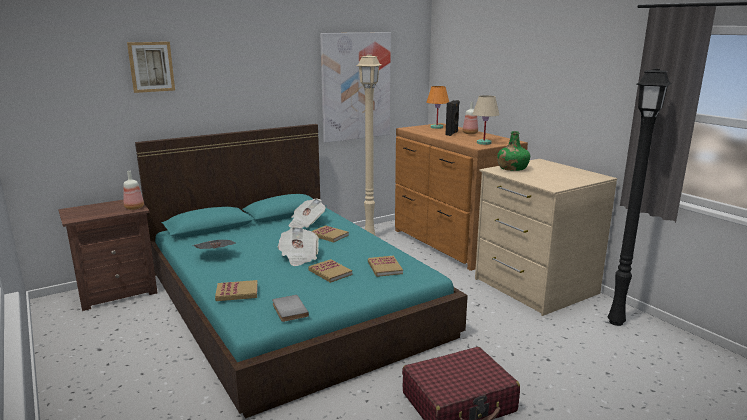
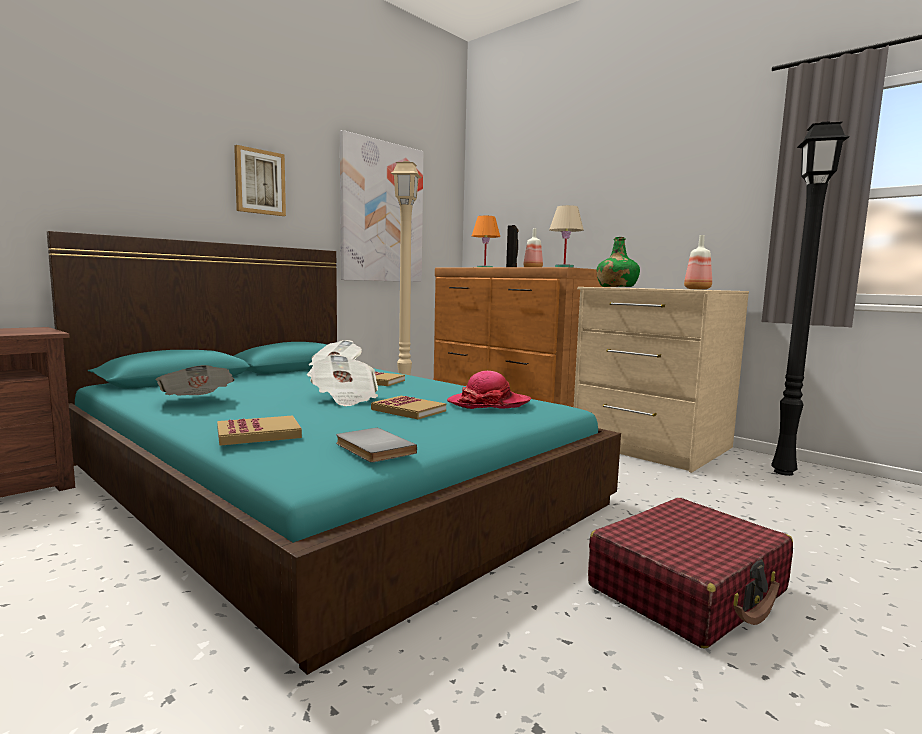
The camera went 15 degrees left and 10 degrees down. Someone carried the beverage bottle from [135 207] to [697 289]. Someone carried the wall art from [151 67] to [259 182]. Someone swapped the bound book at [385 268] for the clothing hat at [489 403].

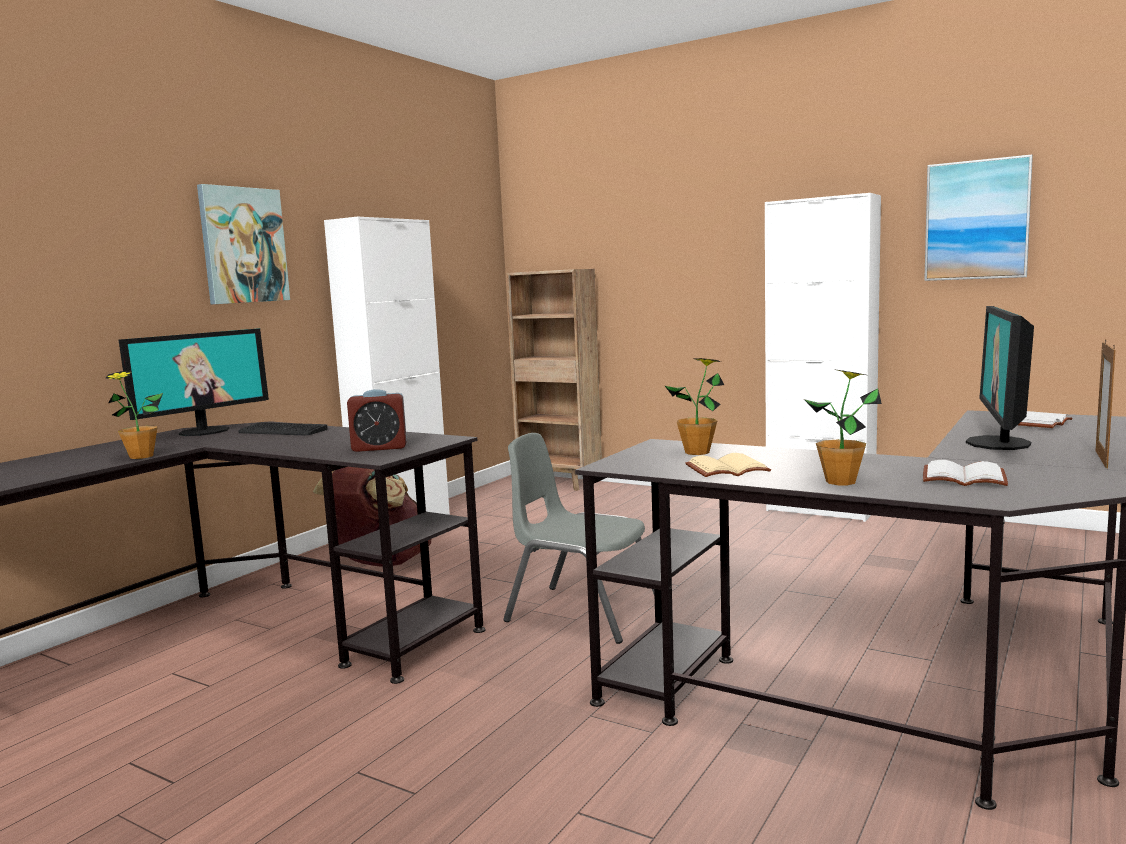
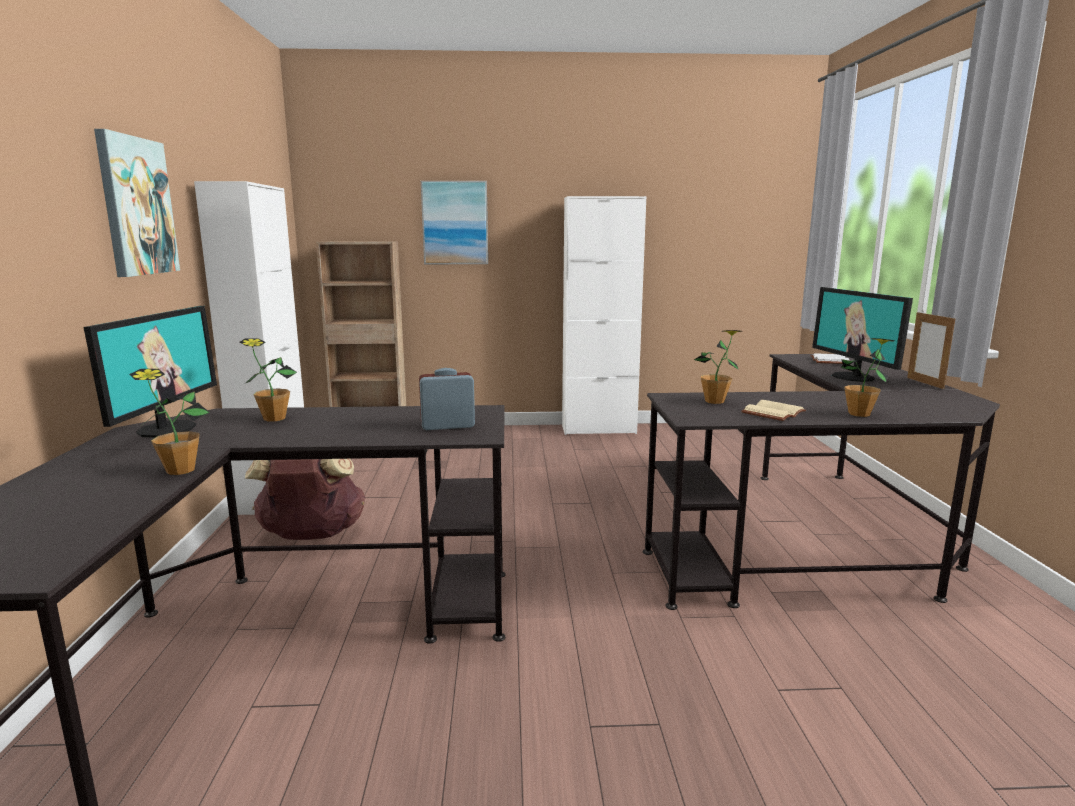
The camera went 35 degrees left and 5 degrees up. Someone swapped the computer keyboard at [282 431] for the houseplant at [274 418]. Someone rotated the bedside clock at [379 448] by 150 degrees counterclockwise. Someone took away the grey upright chair at [583 612]. Someone took away the white bound book at [962 478]. Someone carried the wall art from [977 220] to [455 223].

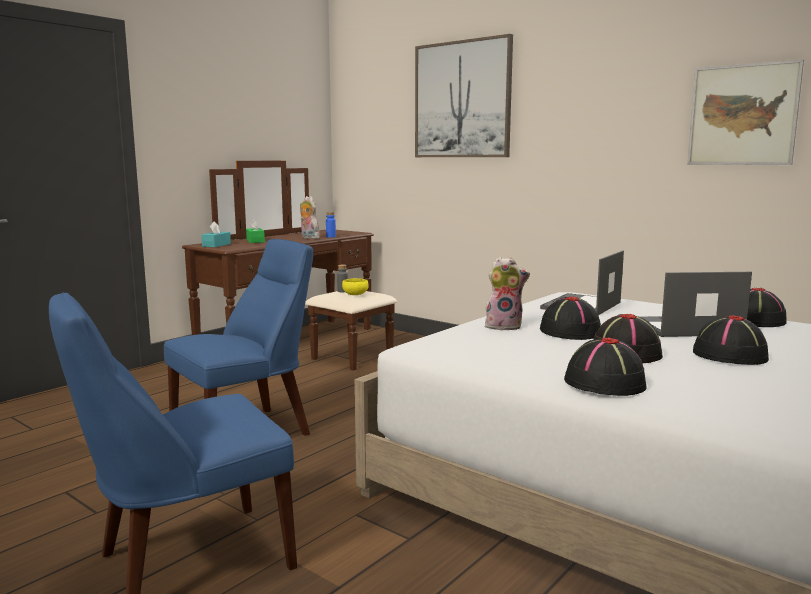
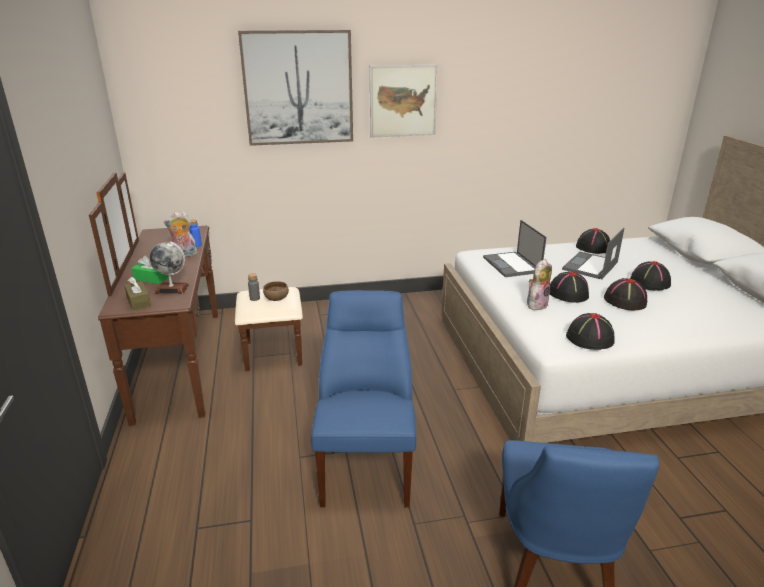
The camera went 50 degrees left and 15 degrees up. Someone repainted the blue-green box of tissues at [216 245], which became the brown box of tissues at [138 301]. Someone repainted the yellow deep dish at [355 294], which became the brown deep dish at [276 298]. Someone carried the black clothing hat from [604 383] to [589 338]. Someone carried the wall art from [742 115] to [403 101]. Someone put down the world globe at [172 289].

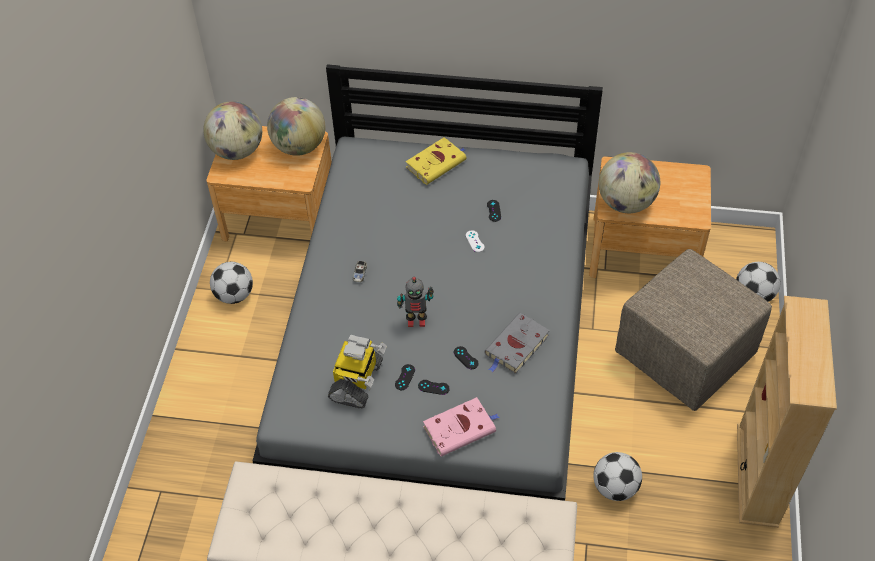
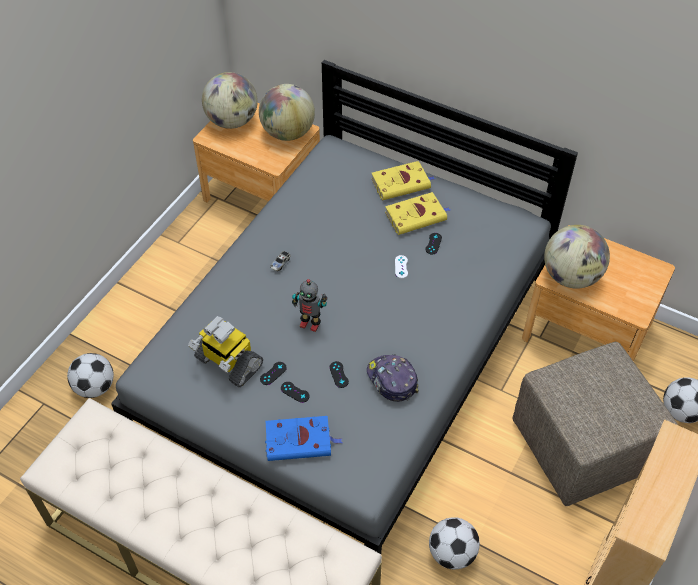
The camera went 20 degrees right and 0 degrees up. Someone carried the football ball from [234 295] to [95 387]. Someone rotated the model robot at [357 382] by 90 degrees clockwise. Someone repainted the pinkish bound book at [461 428], which became the bluish bound book at [300 440]. Someone swapped the grey bound book at [516 347] for the baseball cap at [391 380]. Someone put down the yellow bound book at [417 216].

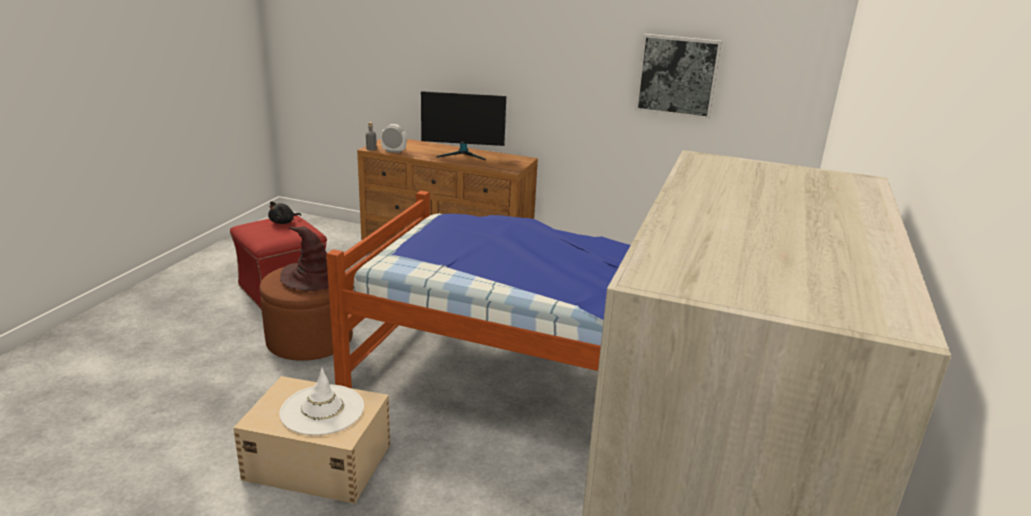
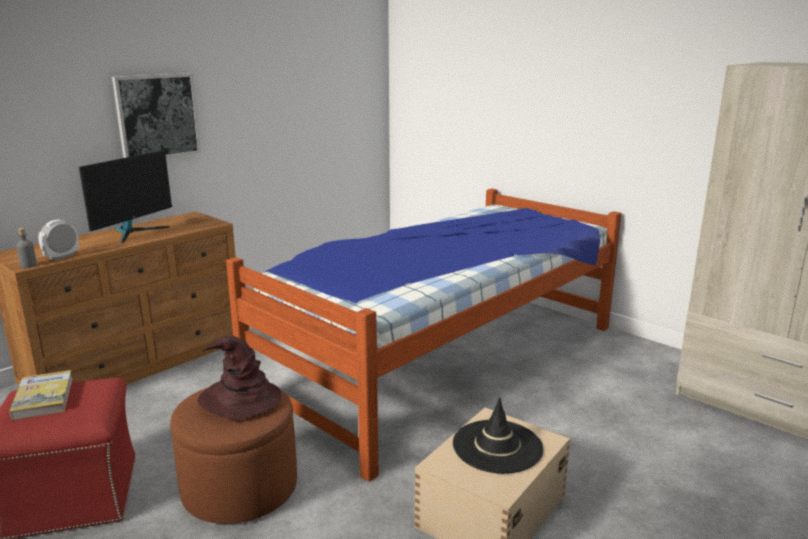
The camera went 65 degrees left and 5 degrees down. Someone swapped the black cuddly toy at [283 222] for the bound book at [43 398]. Someone repainted the white clothing hat at [322 410], which became the black clothing hat at [497 446]. Someone carried the wall art from [677 76] to [157 116].

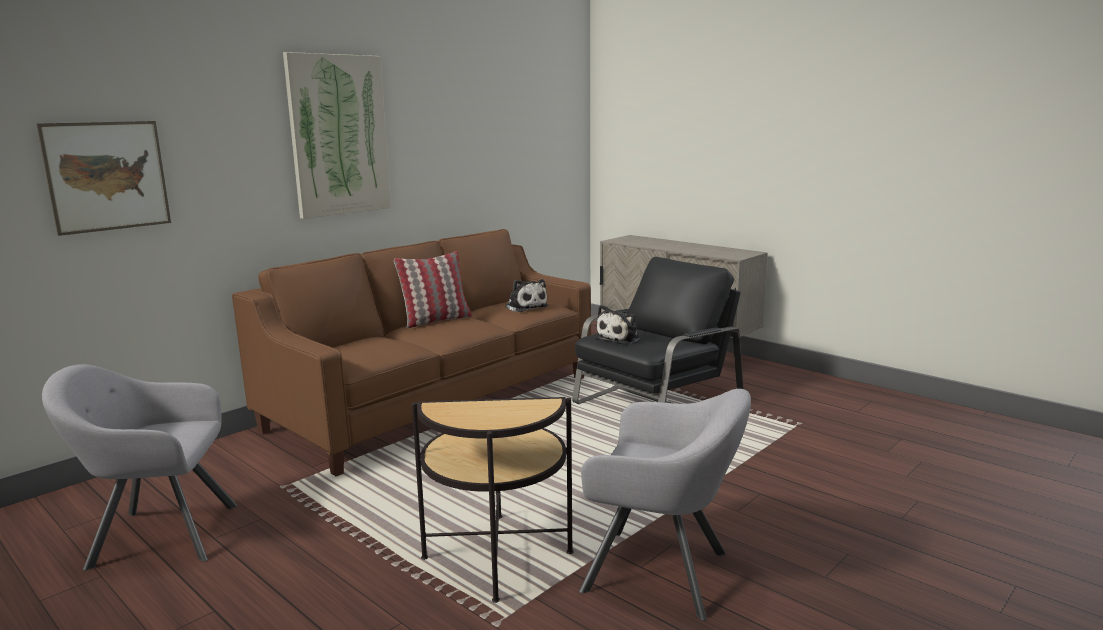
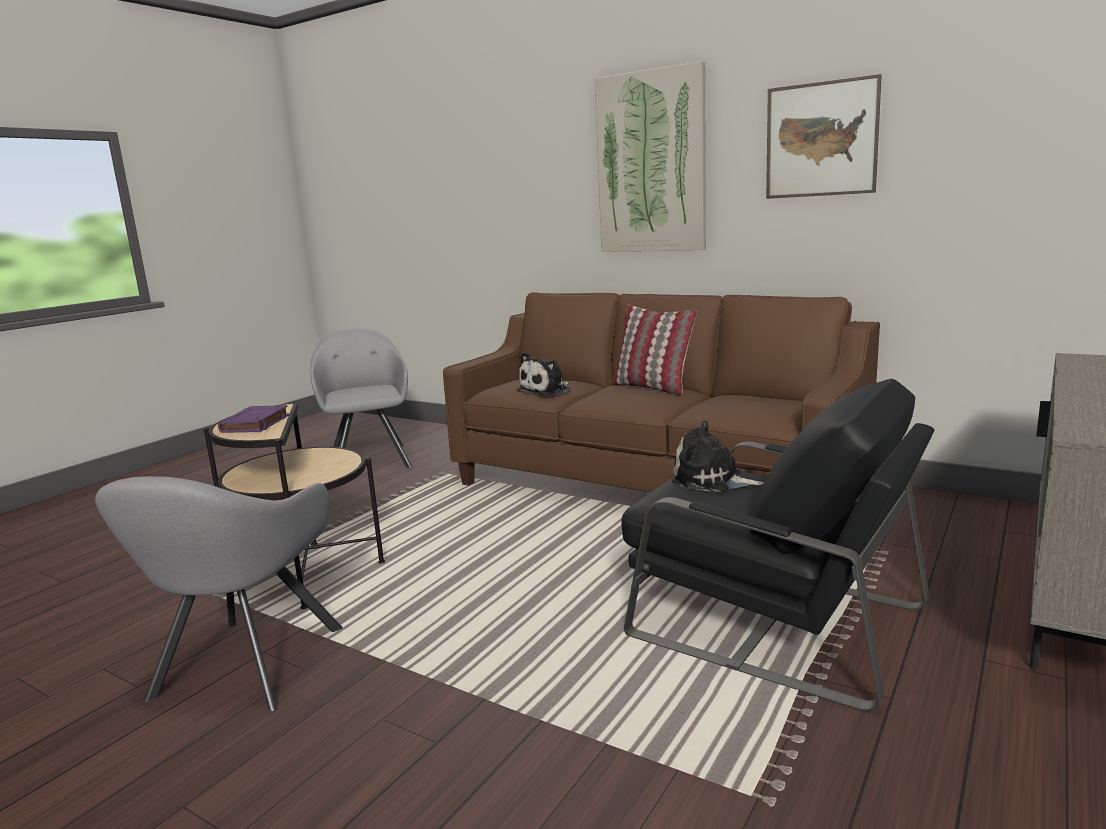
The camera went 80 degrees right and 0 degrees up. Someone carried the wall art from [107 176] to [821 140]. Someone carried the cuddly toy from [525 307] to [546 390]. Someone put down the purplish bound book at [255 424].

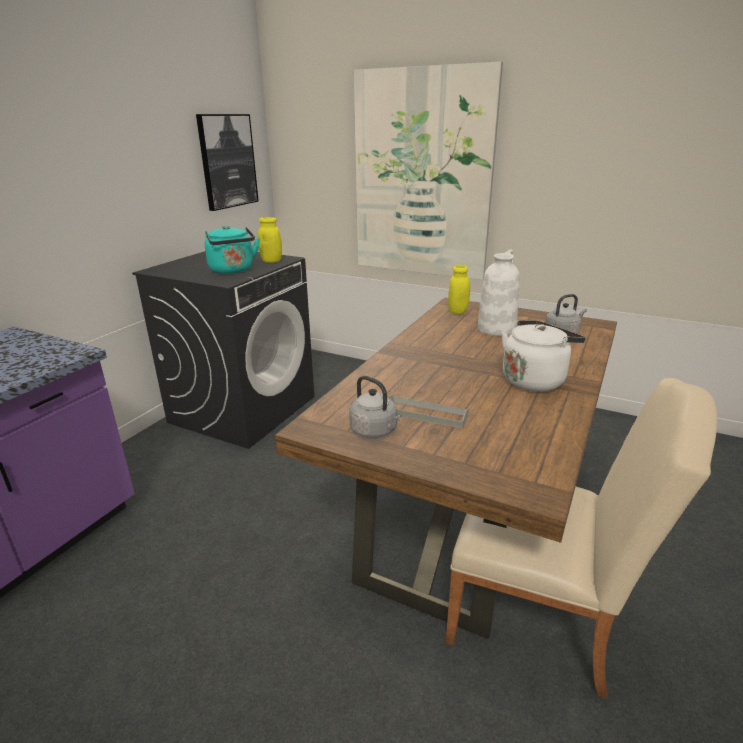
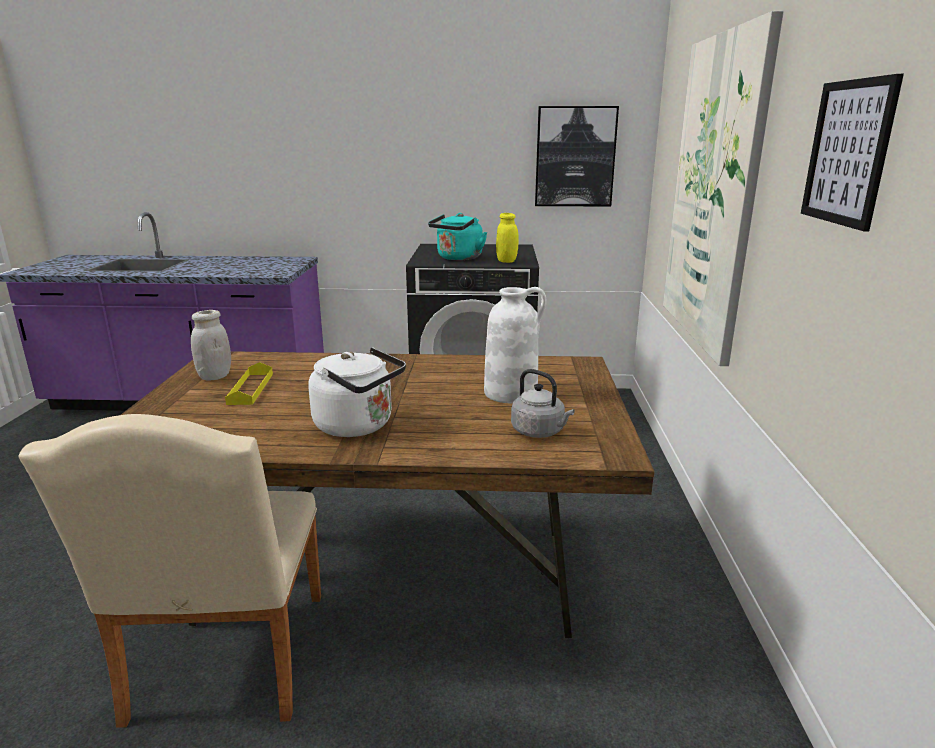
The camera went 65 degrees right and 5 degrees down. Someone swapped the grey kettle at [375 431] for the white preserve jar at [214 376]. Someone repainted the grey carrying tray at [426 414], which became the yellow carrying tray at [250 388]. Someone took away the yellow preserve jar at [458 311]. Someone put up the wall art at [847 153].

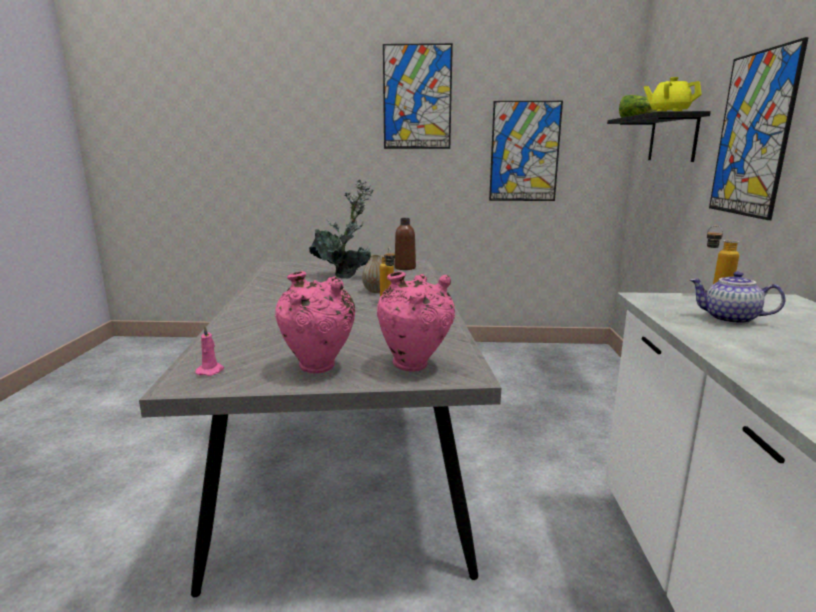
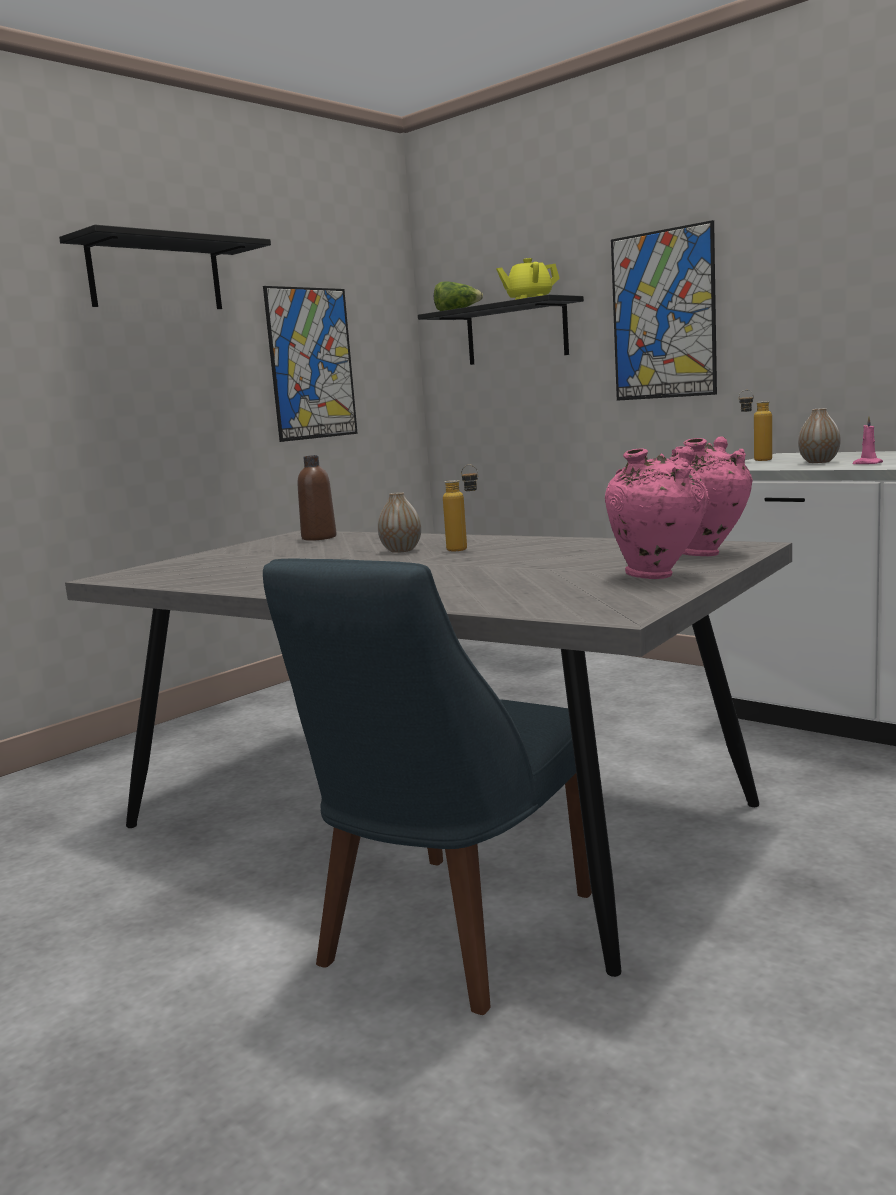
The camera went 50 degrees left and 5 degrees down. Someone carried the pinkish wax light from [211 371] to [866 464]. Someone took away the houseplant at [347 276]. Someone swapped the wall art at [417 97] for the black shelf at [156 275]. Someone swapped the pot for tea at [729 319] for the flower vase at [819 462]. Someone put down the bluish upright chair at [450 934].

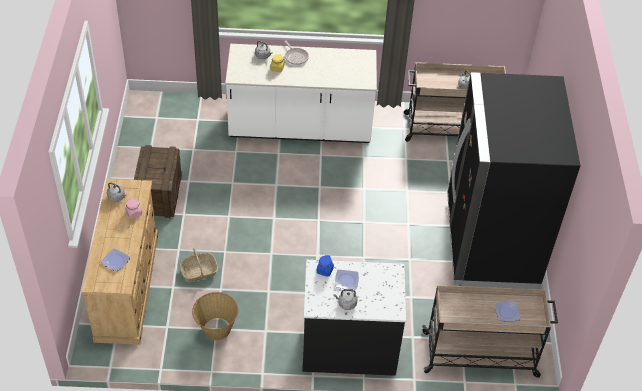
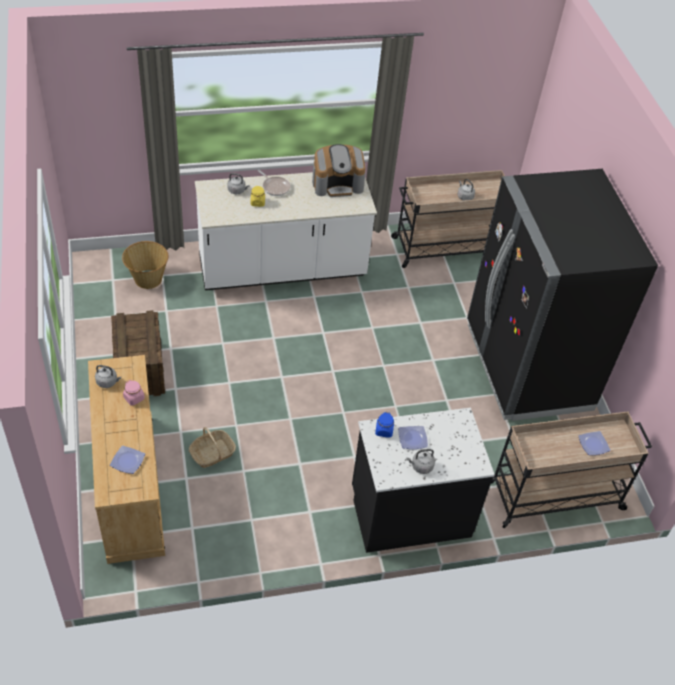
The camera went 15 degrees left and 0 degrees up. Someone carried the storage basket from [216 329] to [147 279]. Someone put down the coffee brewer at [337 184].

